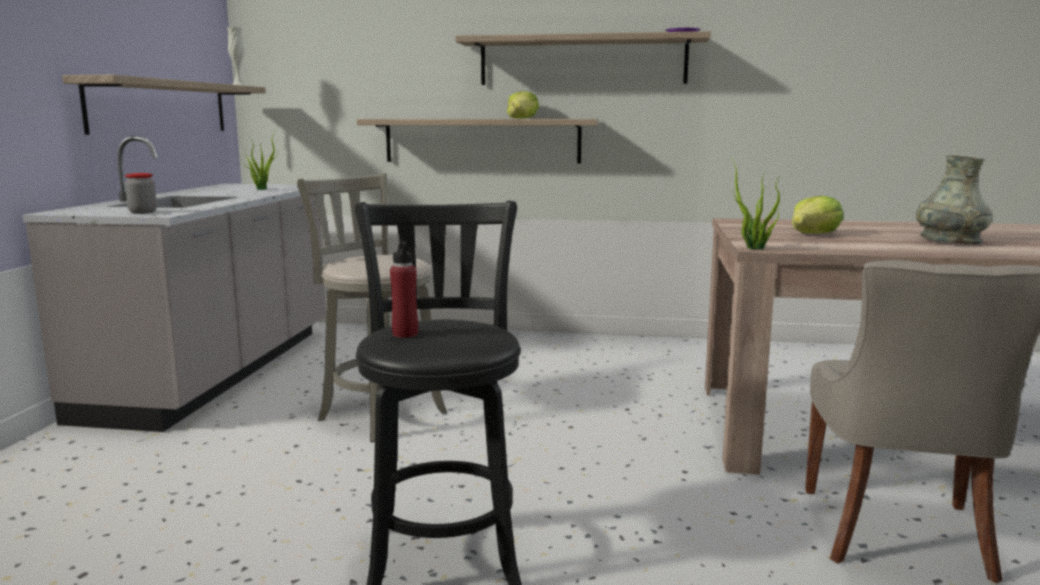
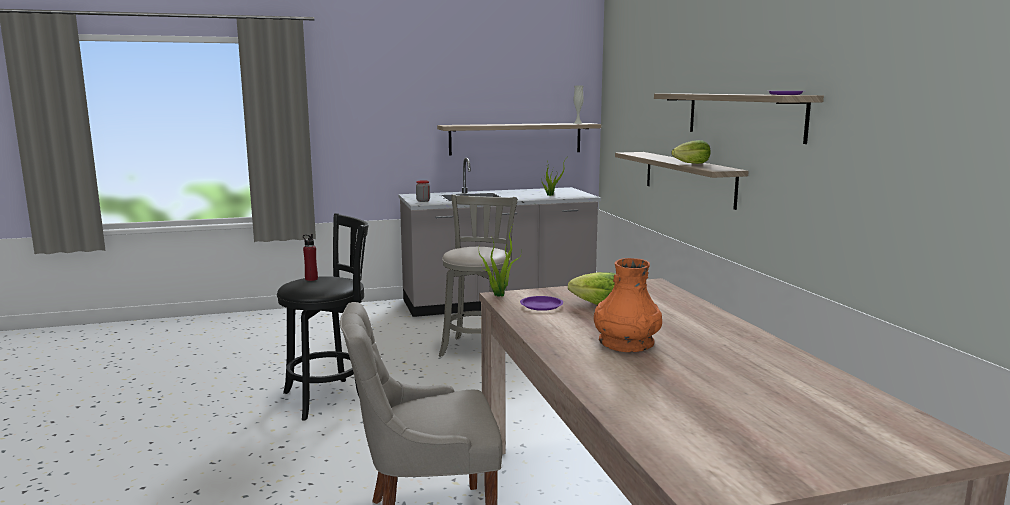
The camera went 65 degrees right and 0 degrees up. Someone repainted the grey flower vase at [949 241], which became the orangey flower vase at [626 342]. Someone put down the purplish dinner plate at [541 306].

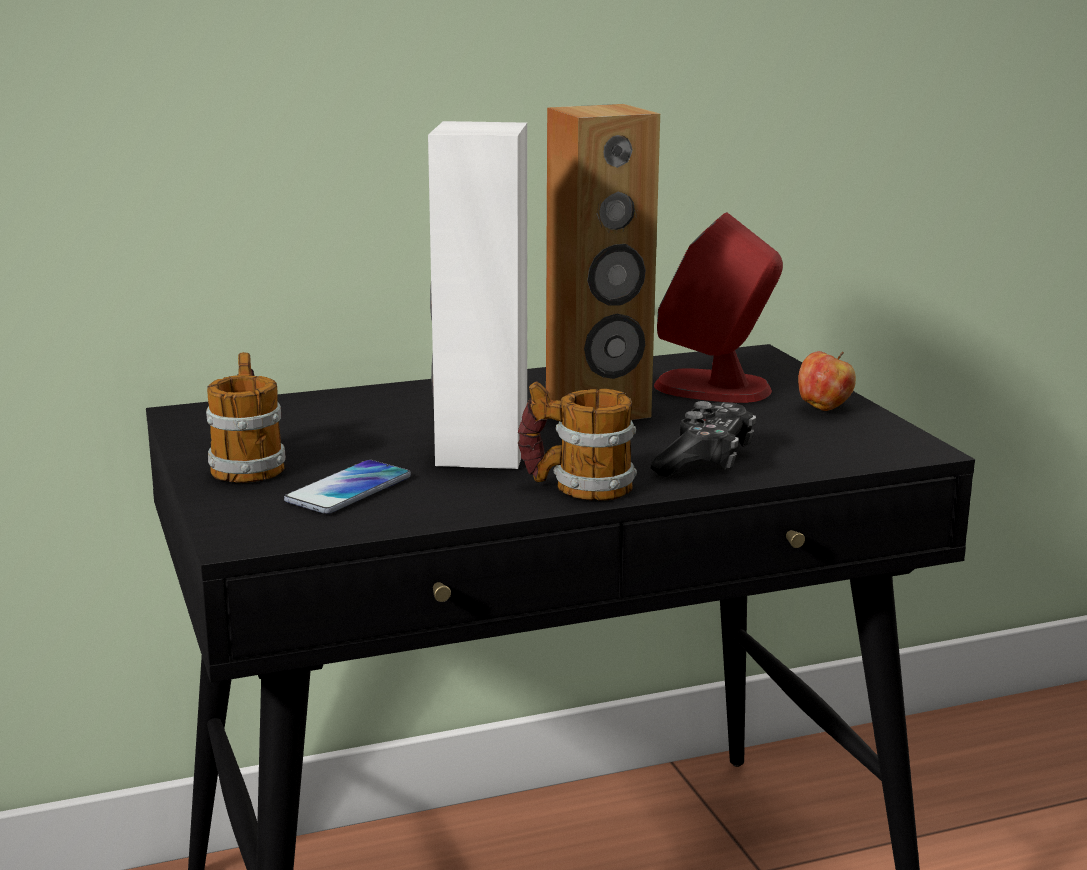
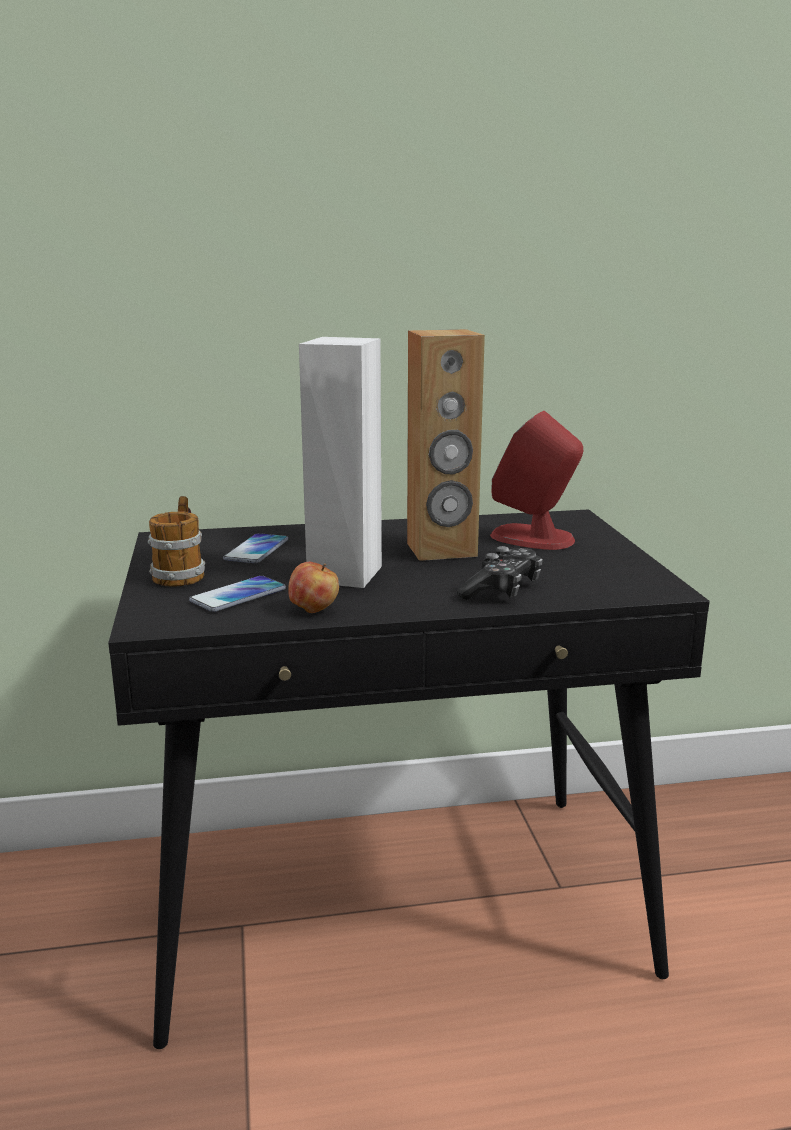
The camera went 10 degrees right and 0 degrees up. Someone took away the tea mug at [577 486]. Someone carried the whole apple from [824 407] to [314 610]. Someone put down the telephone at [257 550].

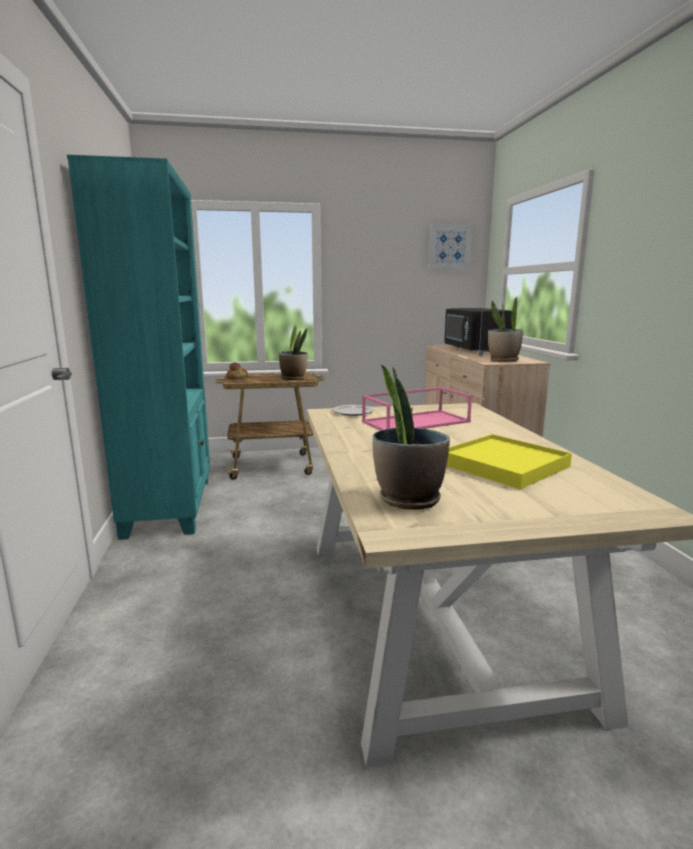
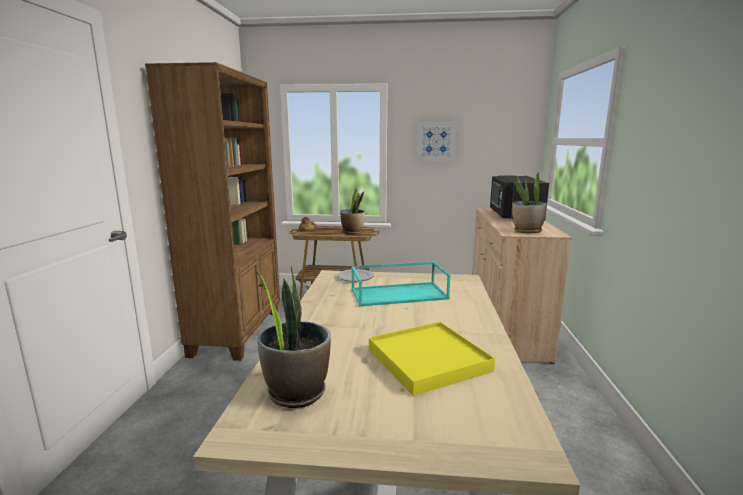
The camera went 15 degrees right and 0 degrees up. Someone repainted the blue-green bookcase at [170 506], which became the brown bookcase at [238 332]. Someone repainted the pinkish carrying tray at [416 421], which became the blue-green carrying tray at [399 293]. Someone carried the wall art from [449 247] to [436 141].

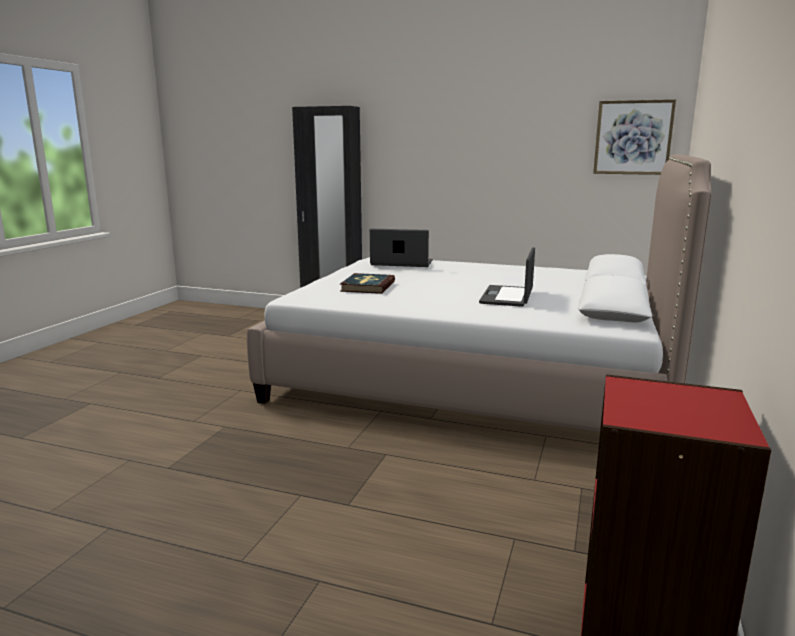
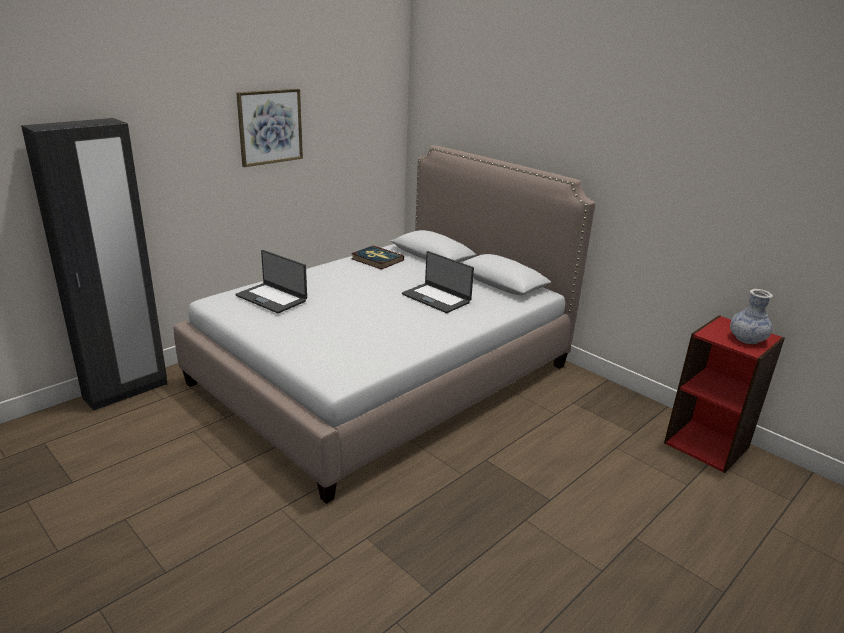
The camera went 65 degrees left and 10 degrees up. Someone carried the bound book from [367 286] to [377 259]. Someone rotated the laptop at [401 263] by 90 degrees counterclockwise. Someone carried the wall art from [633 137] to [270 127]. Someone put down the flower vase at [747 339].

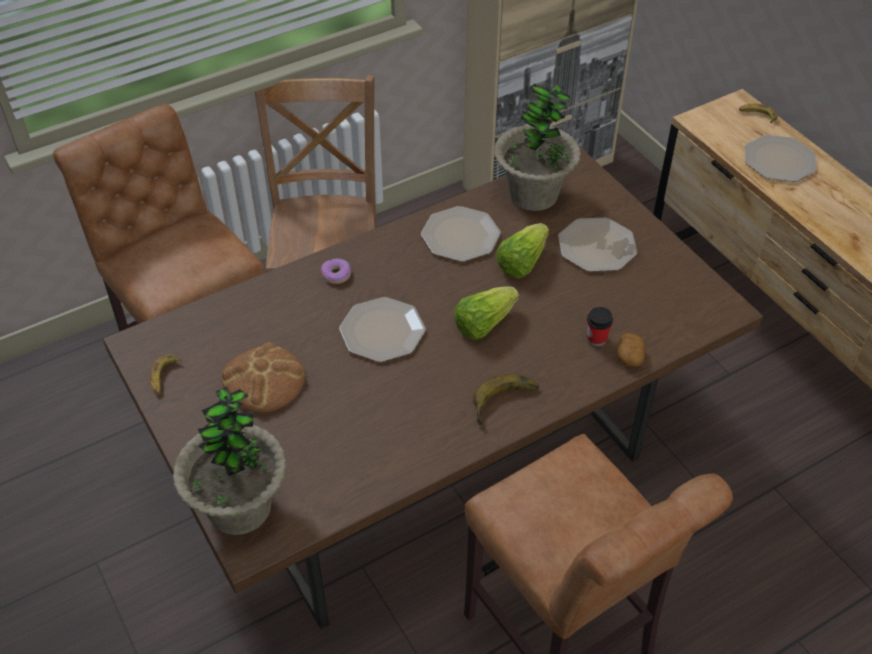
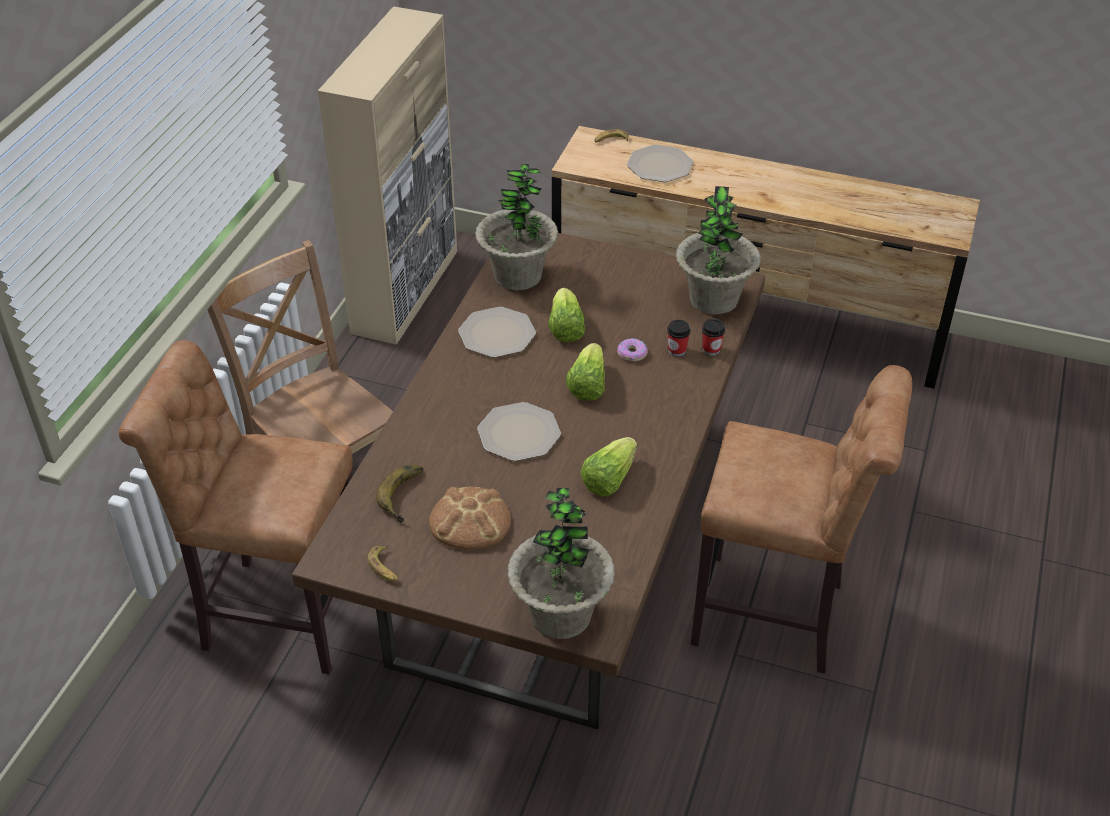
The camera went 40 degrees left and 5 degrees down. Someone carried the donut from [336 274] to [632 353]. Someone carried the whole banana from [506 404] to [407 495]. Someone took away the dinner plate at [596 246]. Someone swapped the whole potato at [629 356] for the small cup at [711 349]. Someone put down the lettuce at [608 479]. Someone put down the houseplant at [713 299].

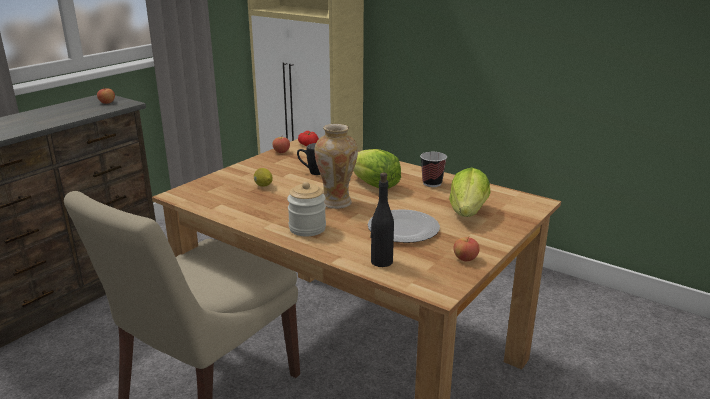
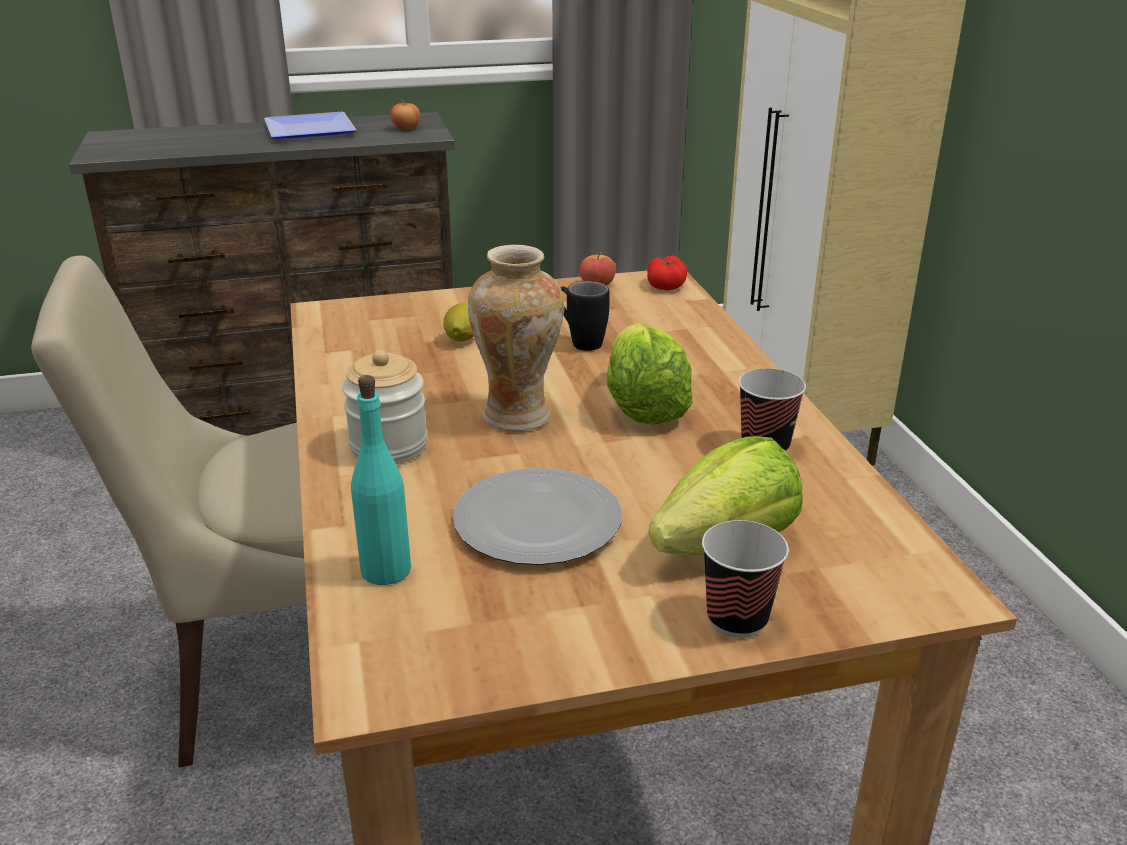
The camera went 40 degrees right and 5 degrees up. Someone repainted the black beverage bottle at [381 261], which became the blue-green beverage bottle at [385 570]. Someone took away the whole apple at [465 258]. Someone put down the dinner plate at [306 130]. Someone put down the small cup at [737 619].

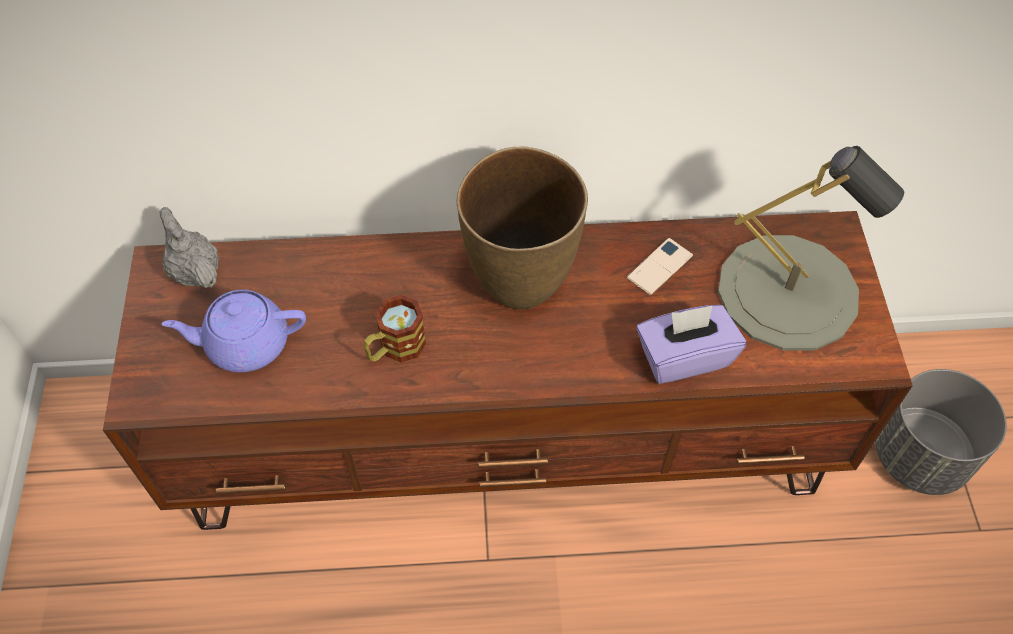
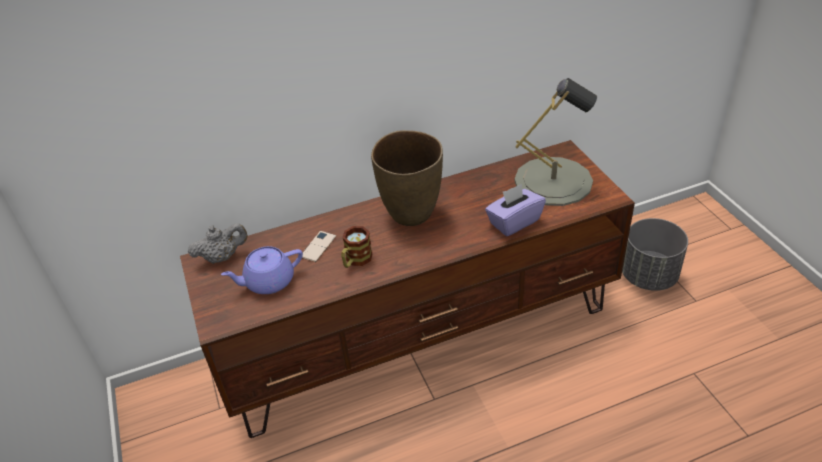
The camera went 15 degrees left and 15 degrees down. Someone rotated the grey pot for tea at [195 271] by 120 degrees clockwise. Someone carried the telephone from [659 267] to [318 246].

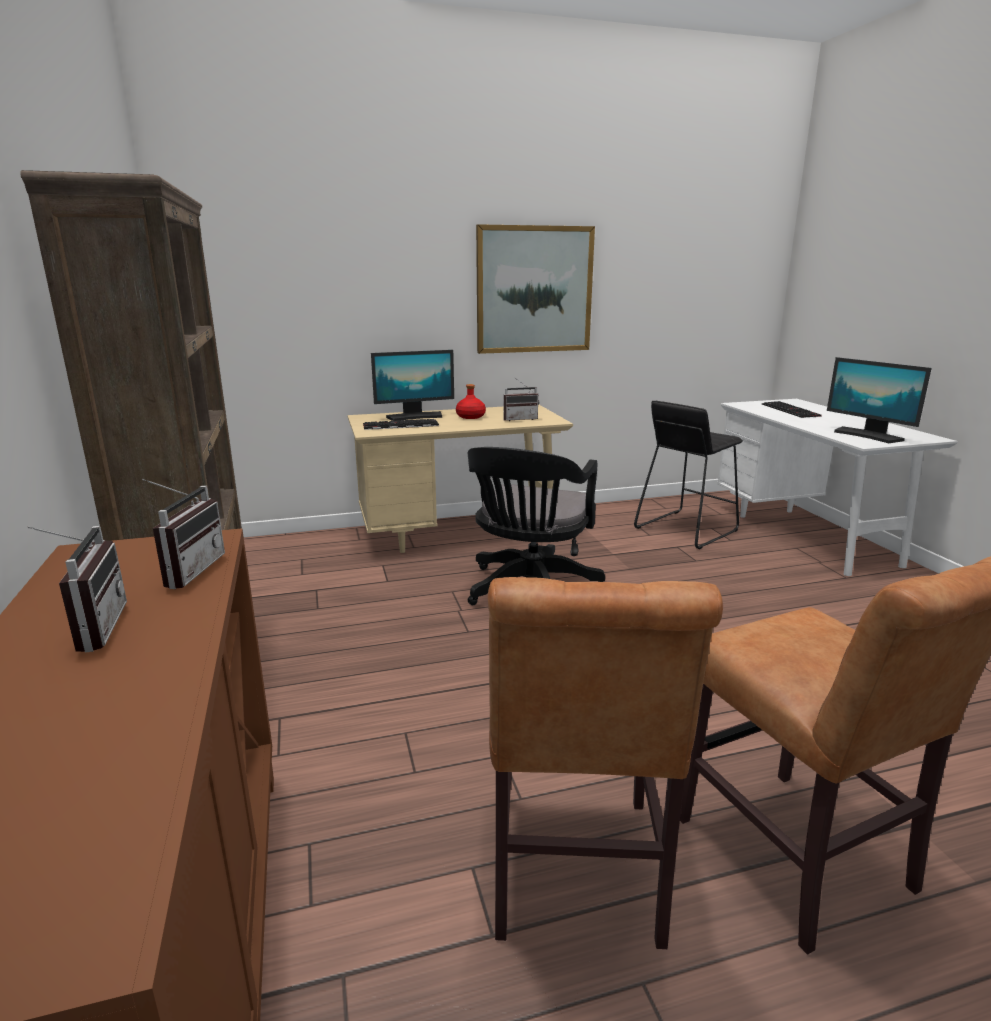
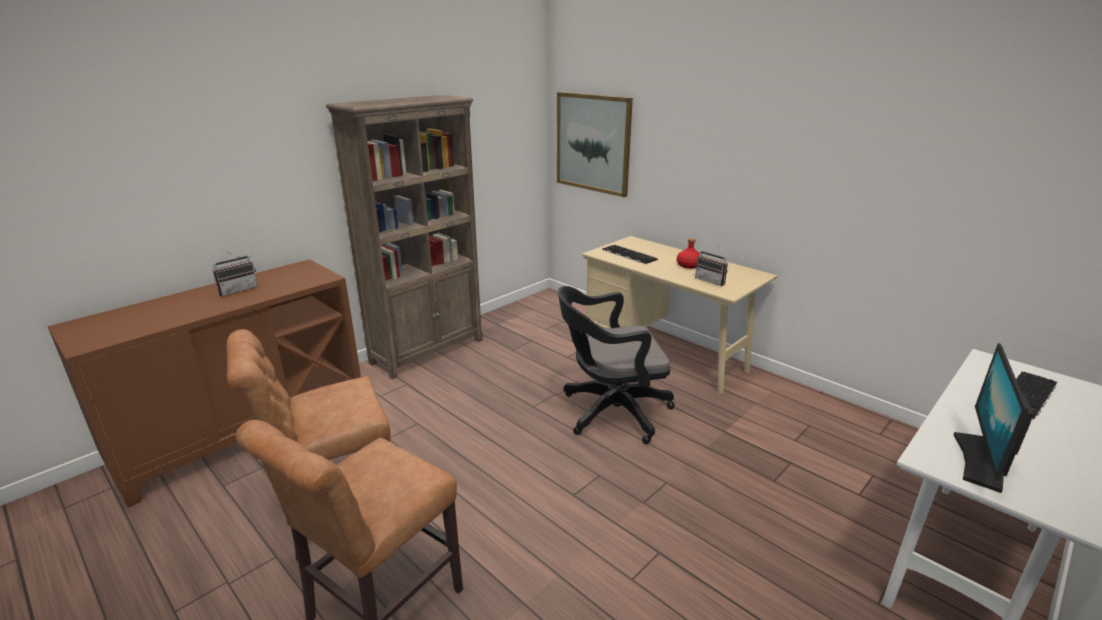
The camera went 60 degrees right and 5 degrees up. Someone took away the radio set at [187 570]. Someone took away the computer screen at [415 416]. Someone carried the wall art from [534 290] to [593 143]. Someone took away the black stool at [685 529].

